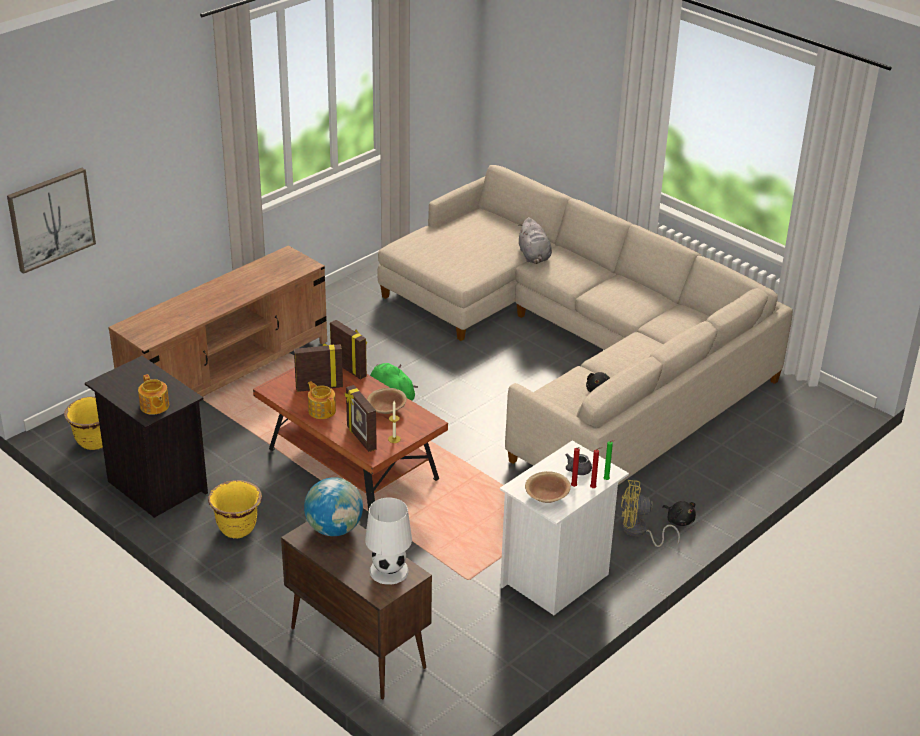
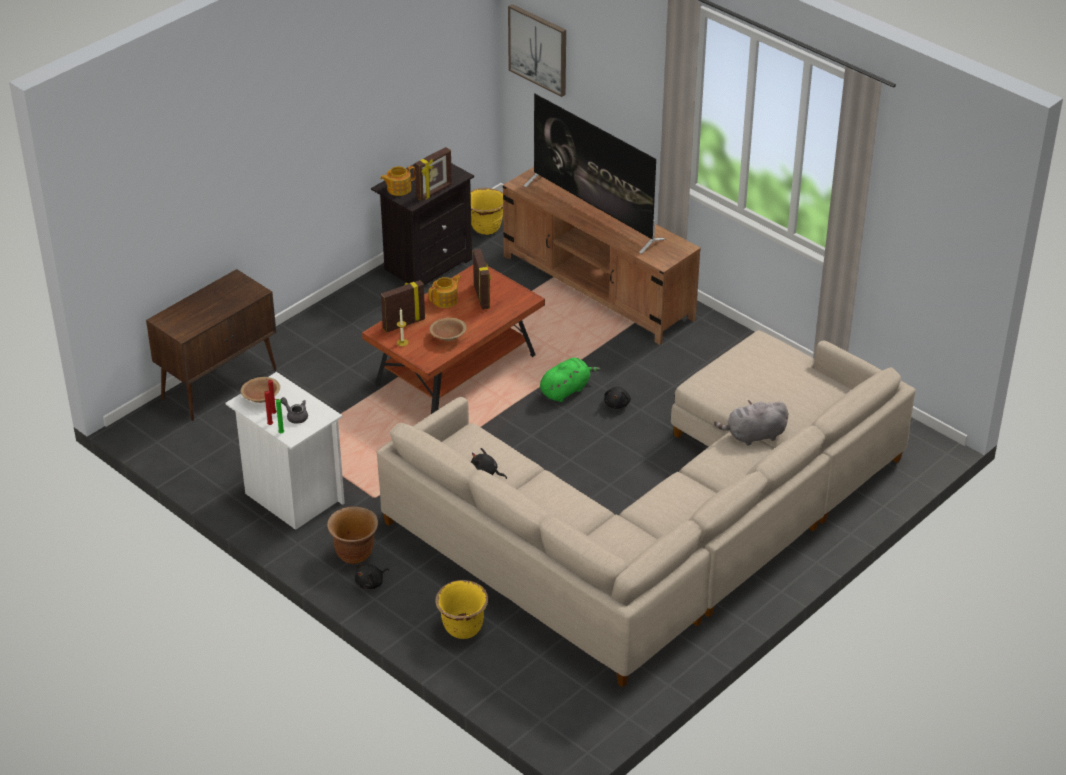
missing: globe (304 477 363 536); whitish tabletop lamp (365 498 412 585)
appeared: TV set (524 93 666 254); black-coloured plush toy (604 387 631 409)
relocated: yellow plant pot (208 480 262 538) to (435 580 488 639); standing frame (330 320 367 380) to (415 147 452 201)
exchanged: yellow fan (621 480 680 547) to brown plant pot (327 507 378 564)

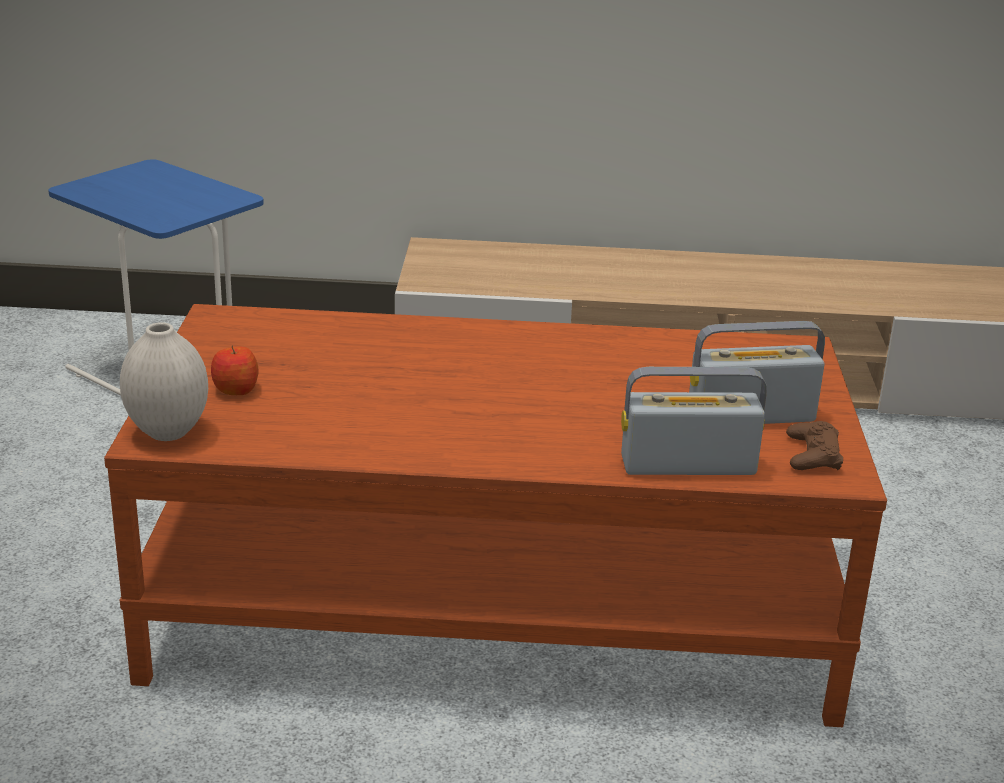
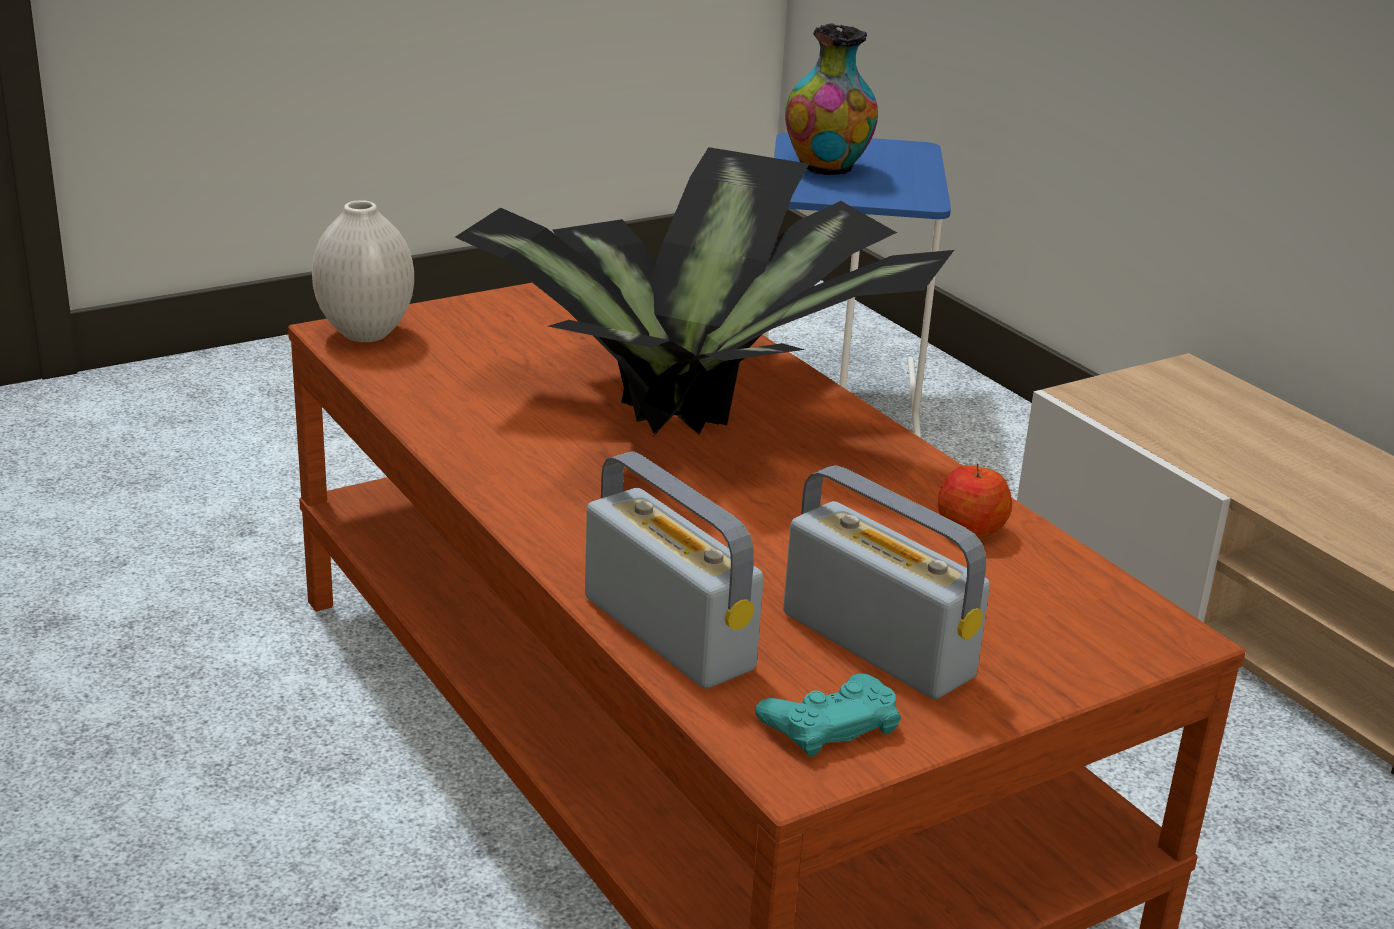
appeared: houseplant (455 147 954 435); flower vase (785 23 878 175)
relocated: apple (211 345 258 395) to (938 464 1012 539)
colour: brown gamepad (786 421 843 470) to turquoise gamepad (755 673 901 757)

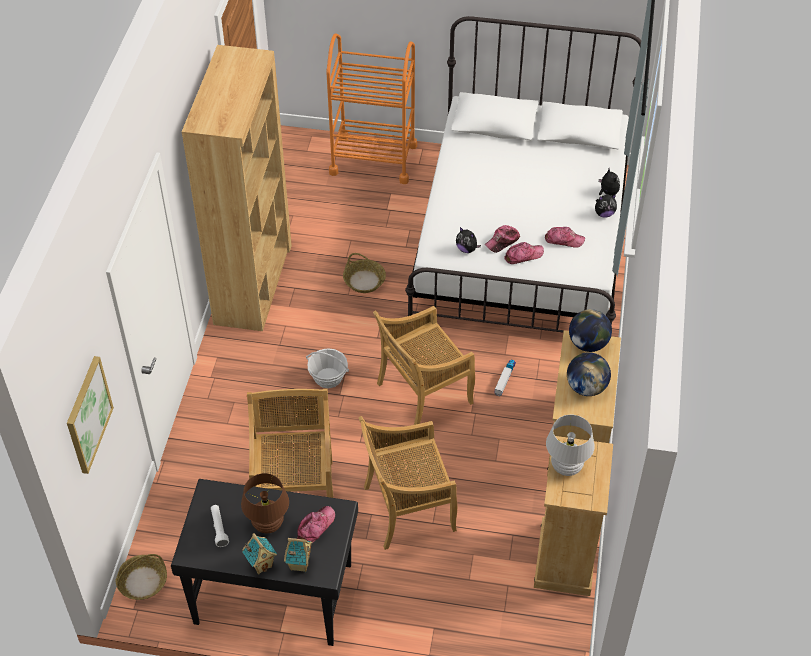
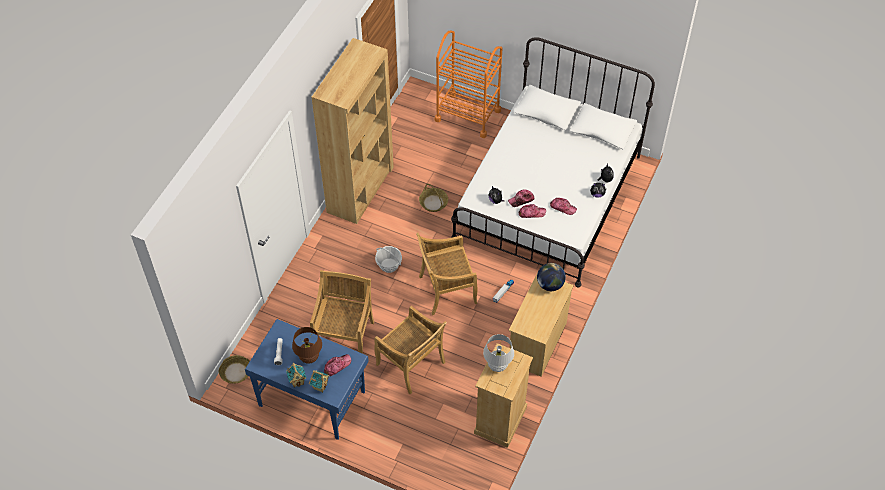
missing: wall picture (67 356 114 474); globe (567 352 611 396)
colour: black-coloured desk table (171 479 358 646) to blue desk table (245 319 369 440)
spun: beige upright chair (358 416 457 550) = (374 306 447 394) 135 degrees counterclockwise

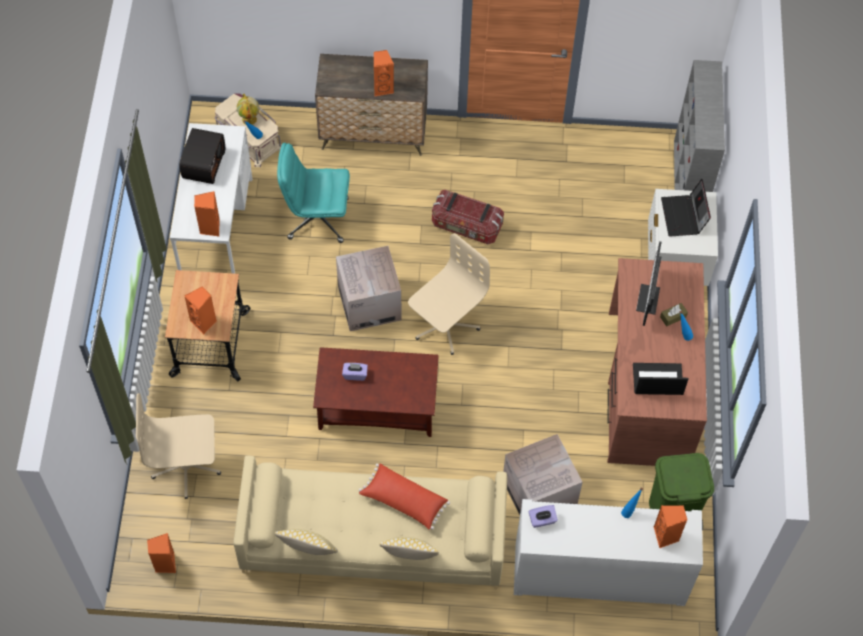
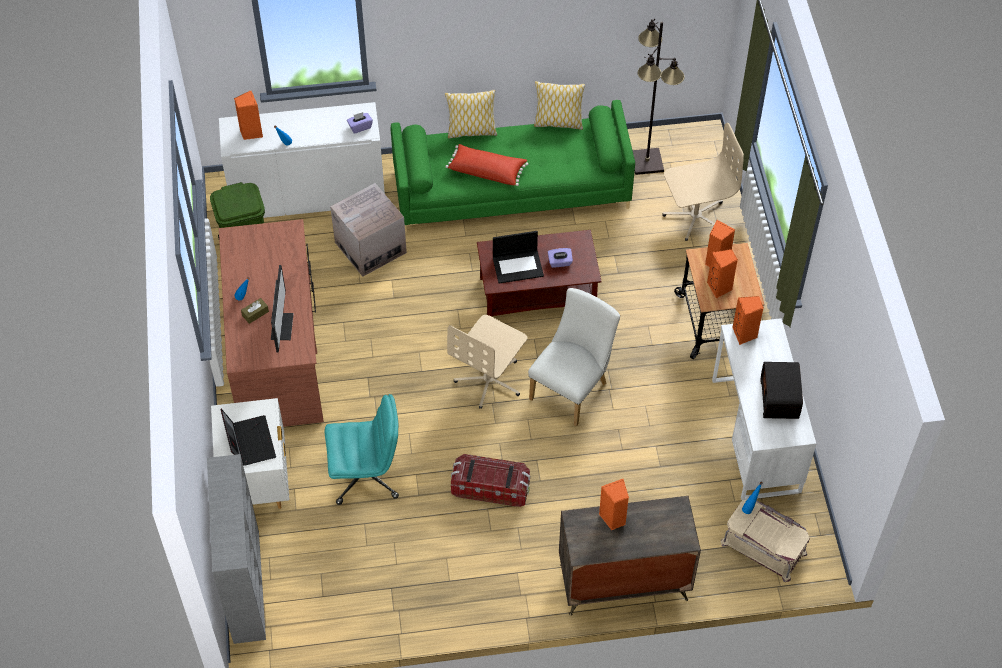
missing: globe (237 94 259 125)
appeared: black-coloured standing lamp (633 19 685 175)
relocated: orangey loudspeaker (147 533 176 573) to (707 249 738 298); turquoise desk chair (277 143 350 243) to (325 394 399 505); portable computer (633 363 688 395) to (493 231 544 284)
exchanged: carton (336 246 401 331) to whitish upright chair (528 288 620 426)
colour: beige couch (233 456 507 589) to green couch (391 100 635 233)

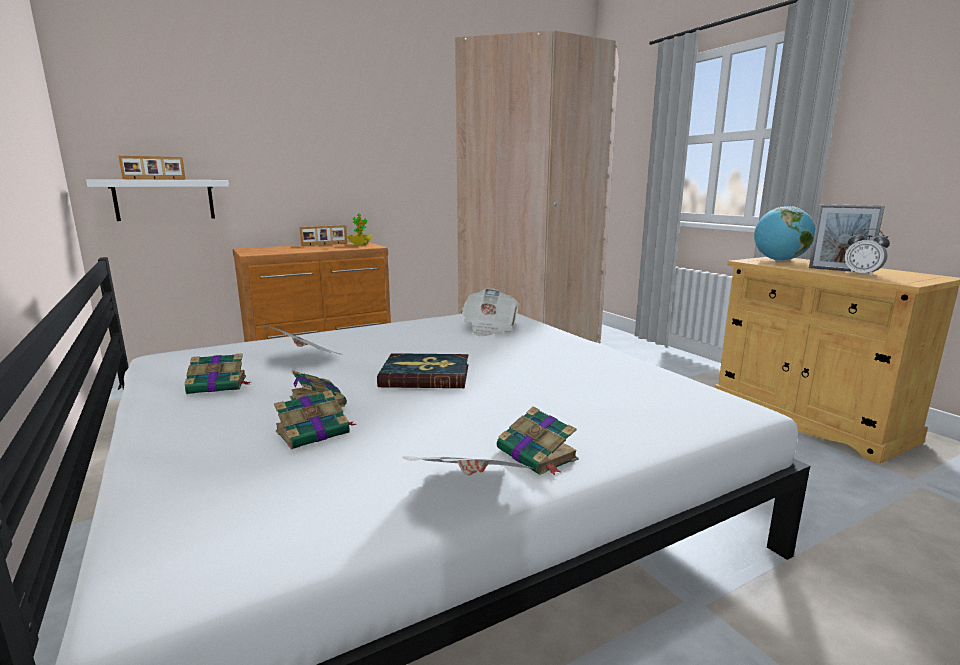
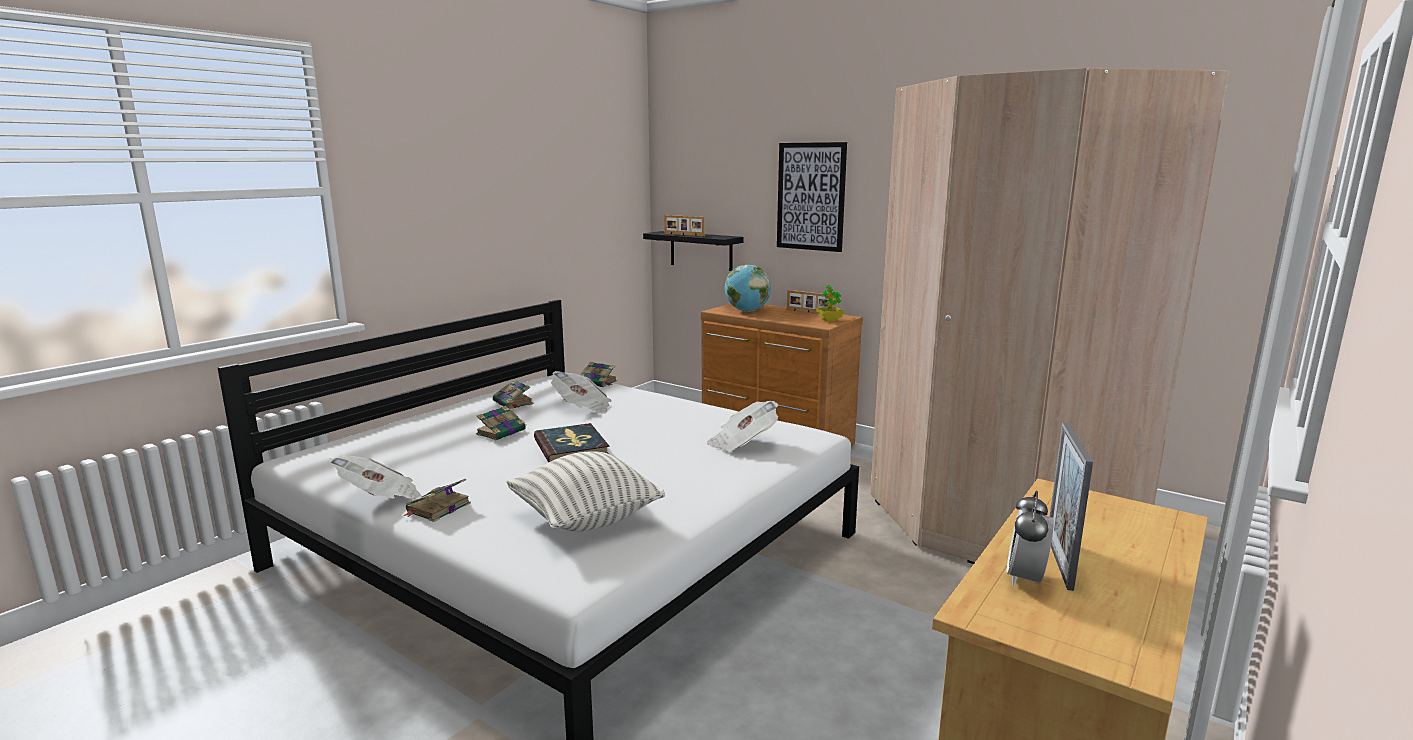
appeared: cushion (506 451 665 531); wall picture (777 142 847 252)
relocated: bound book (274 390 356 449) to (580 362 617 387); globe (754 206 815 261) to (725 265 771 312)
colour: whitish wall shelf (86 180 229 221) to black-coloured wall shelf (643 231 744 271)

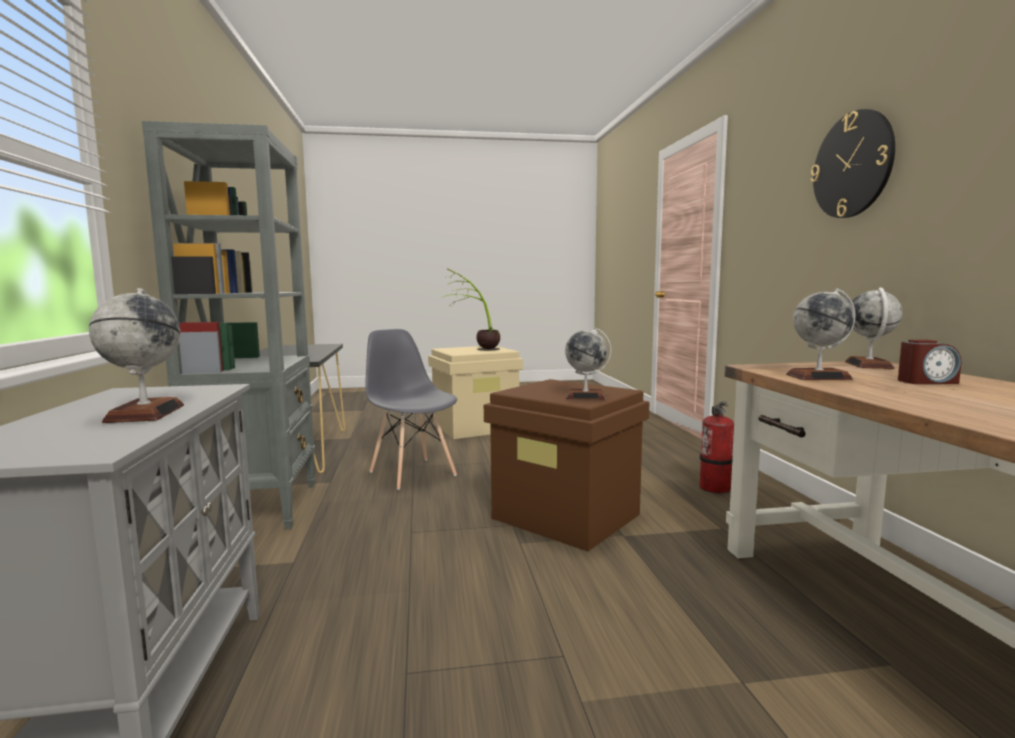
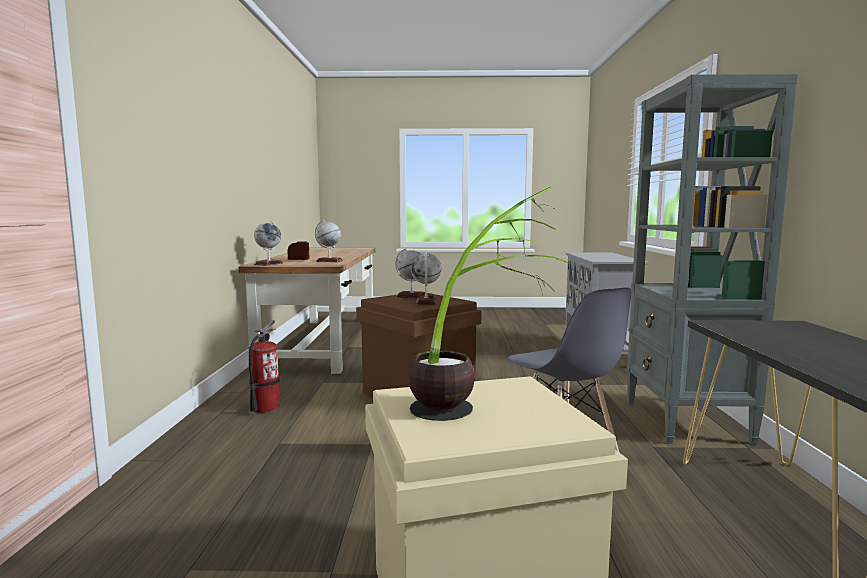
missing: clock on the wall (811 109 895 218)
relocated: globe (89 288 184 423) to (411 252 442 305)

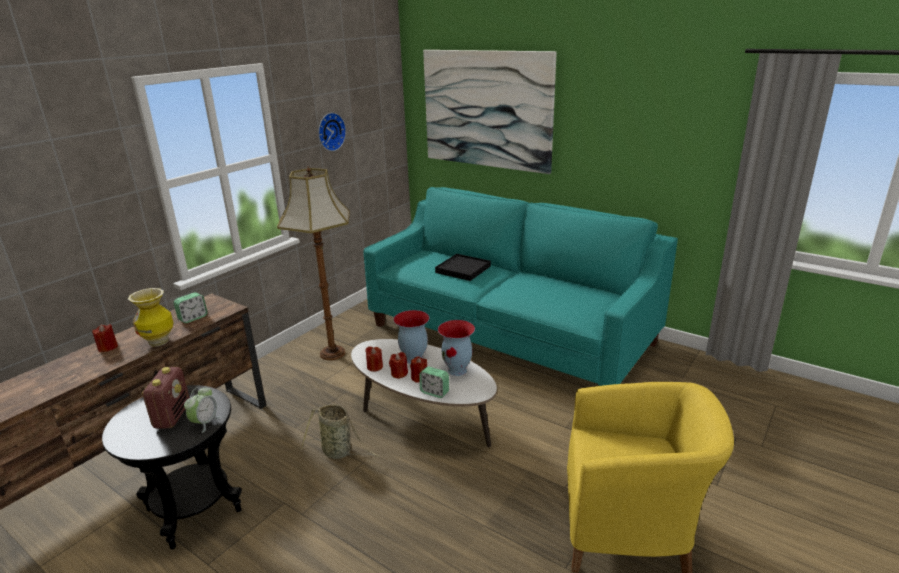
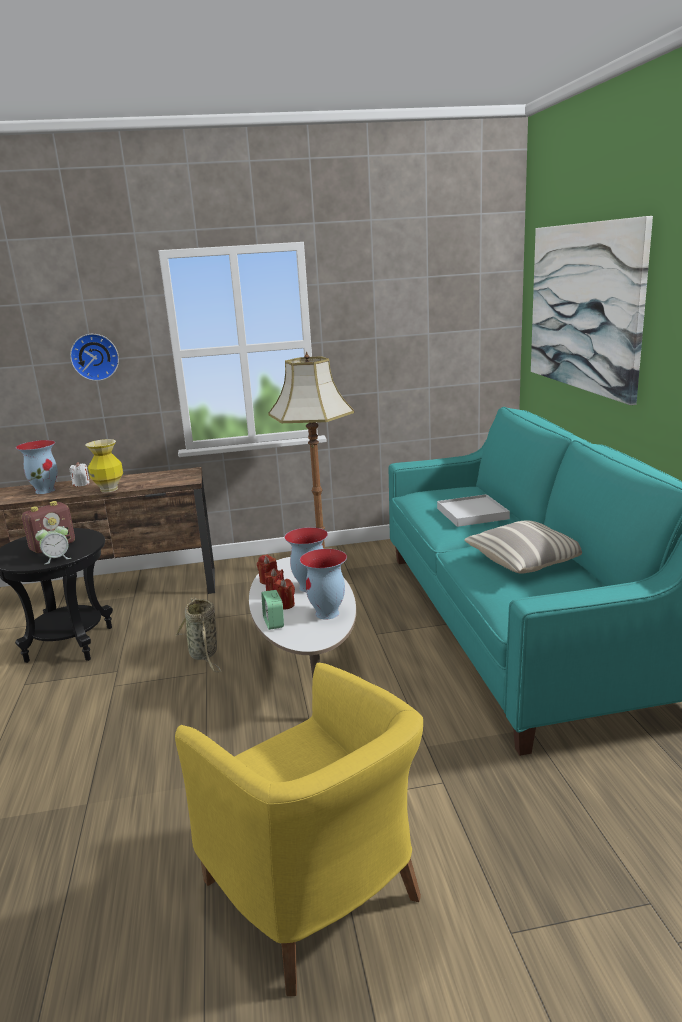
missing: bedside clock (174 292 207 323)
appeared: flower vase (16 440 58 494); cushion (464 520 582 574)
relocated: clock on the wall (318 112 346 151) to (70 334 119 381)
colour: red wax light (92 324 118 352) to whitish wax light (70 462 90 486); black-coloured serving tray (435 254 491 281) to whitish serving tray (437 494 510 527)

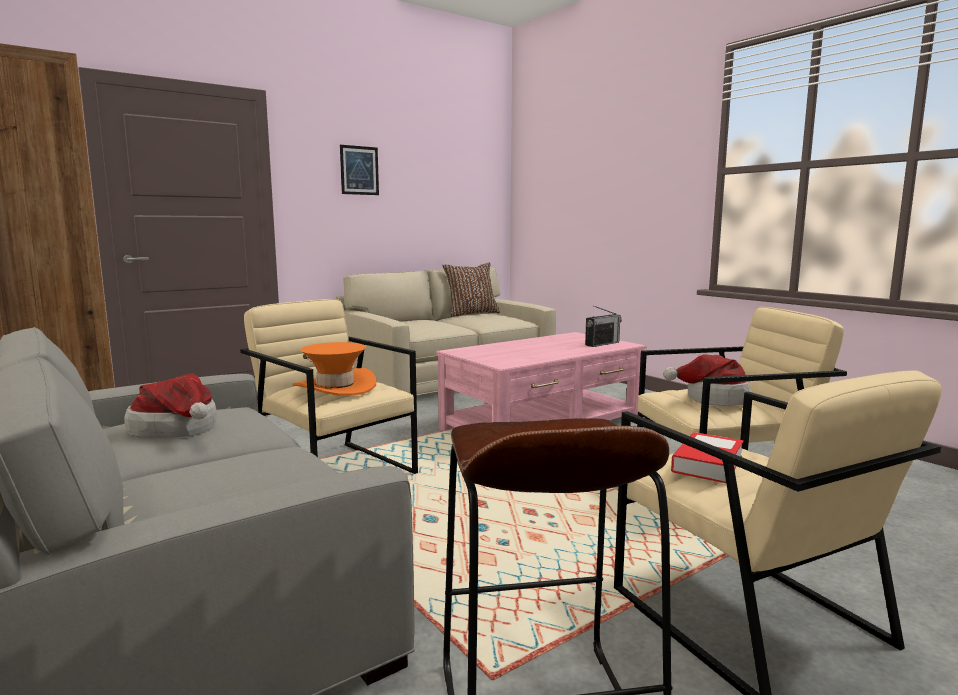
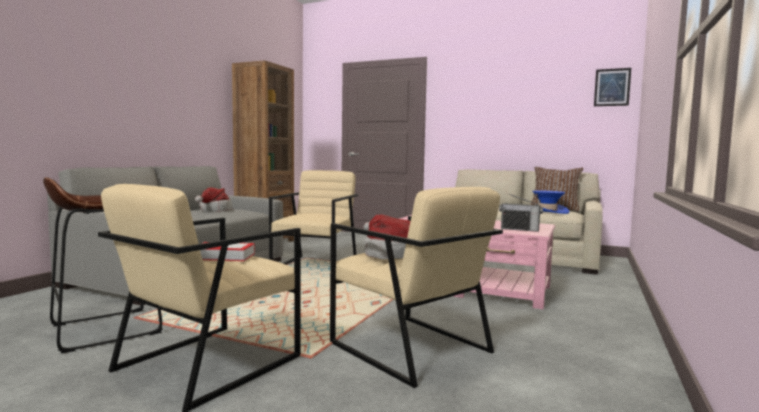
missing: orangey clothing hat (292 342 376 396)
appeared: blue clothing hat (532 191 569 214)
relocated: wall picture (340 145 379 195) to (594 68 631 106)

